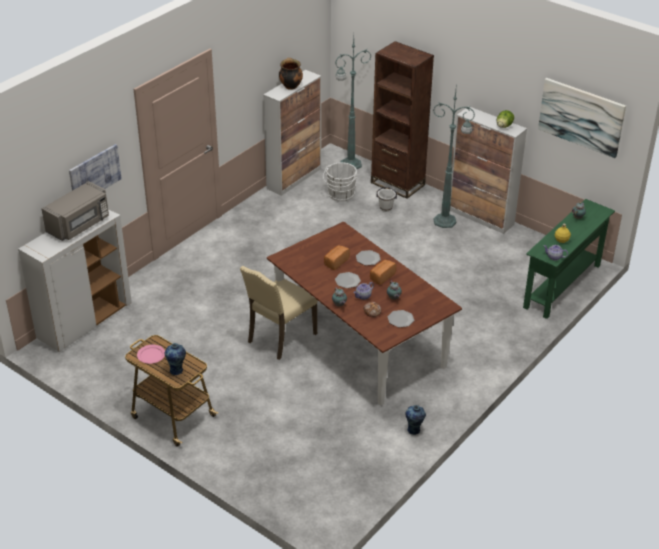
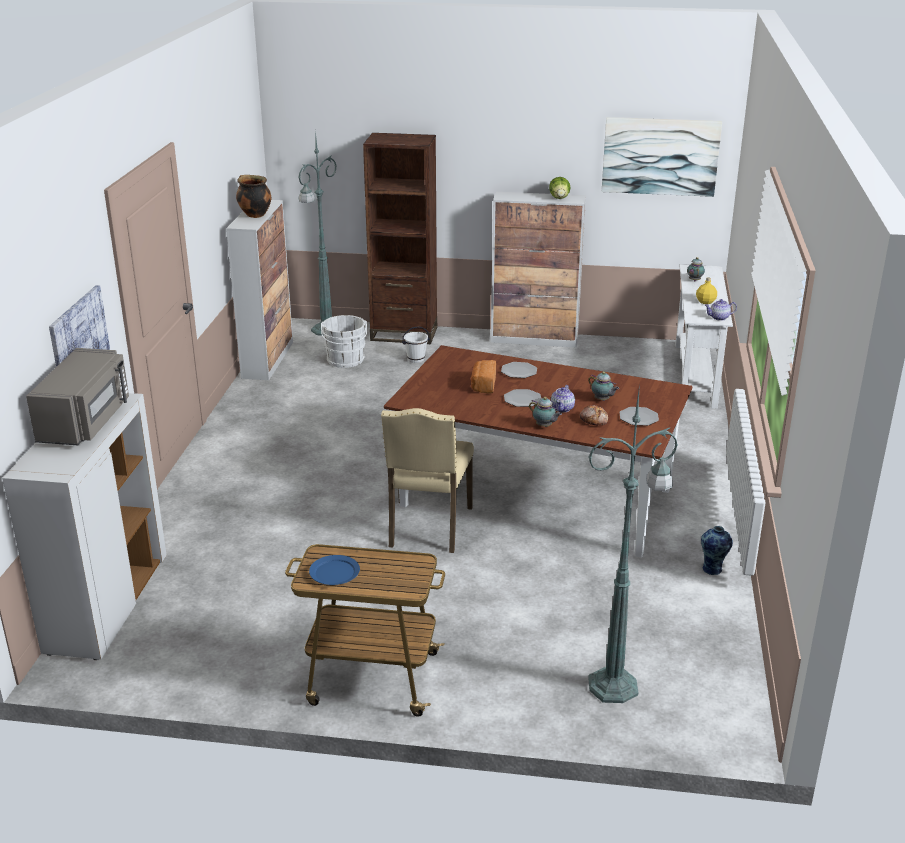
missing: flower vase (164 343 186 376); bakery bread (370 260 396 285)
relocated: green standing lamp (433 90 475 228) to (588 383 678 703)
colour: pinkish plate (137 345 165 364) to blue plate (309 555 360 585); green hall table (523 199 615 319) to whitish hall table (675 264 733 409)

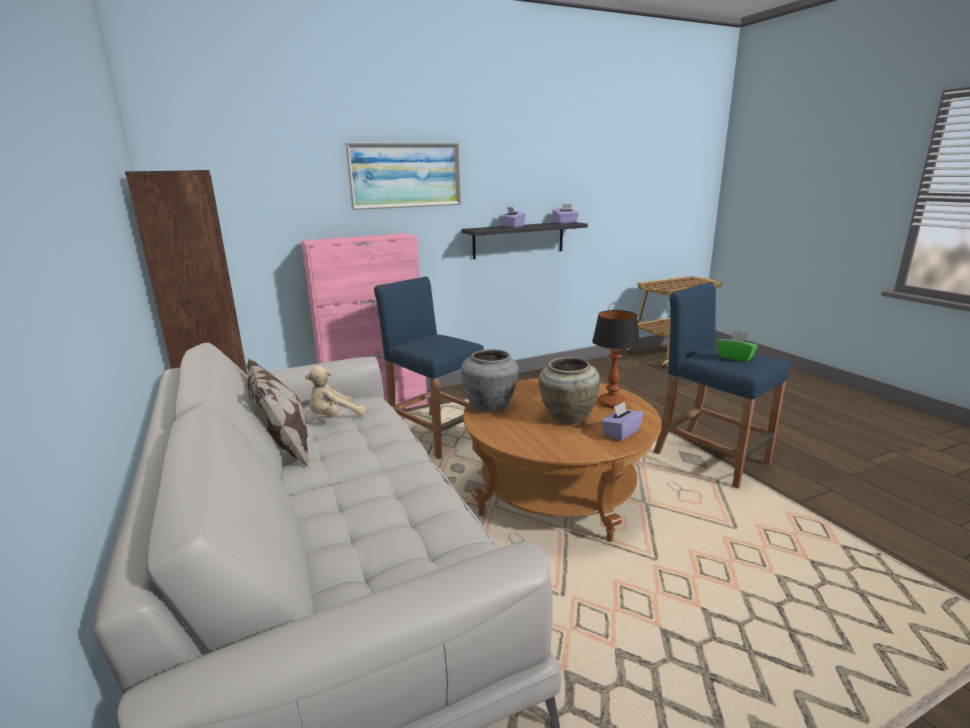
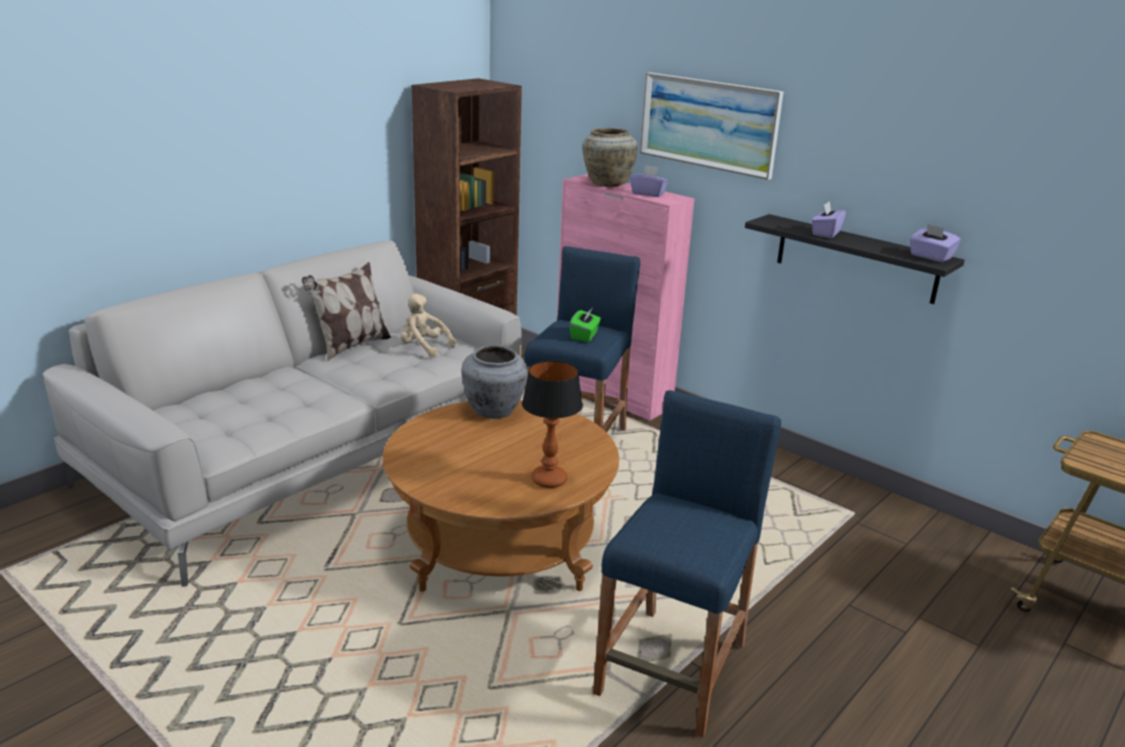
relocated: beige flower vase (539 357 600 424) to (582 128 638 187); purple box of tissues (601 402 644 441) to (630 165 669 197); green box of tissues (717 330 758 362) to (570 308 601 342)

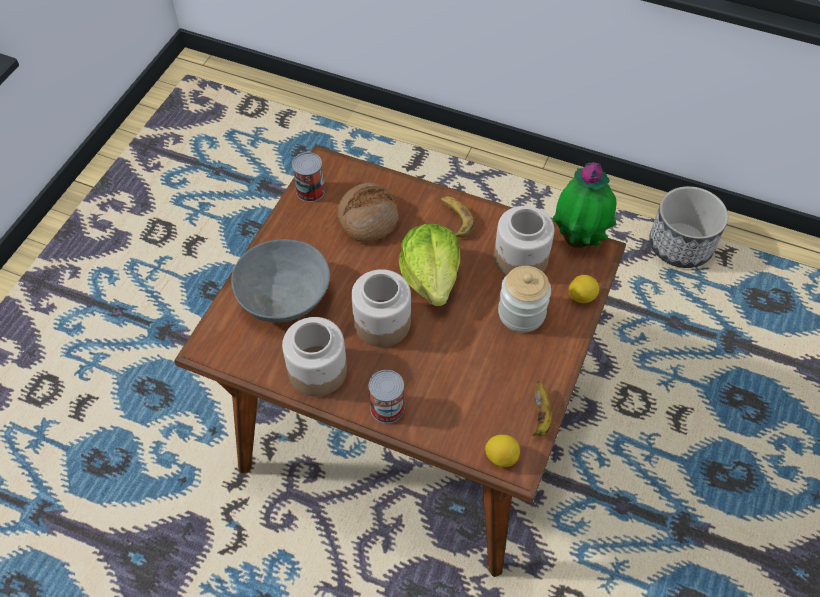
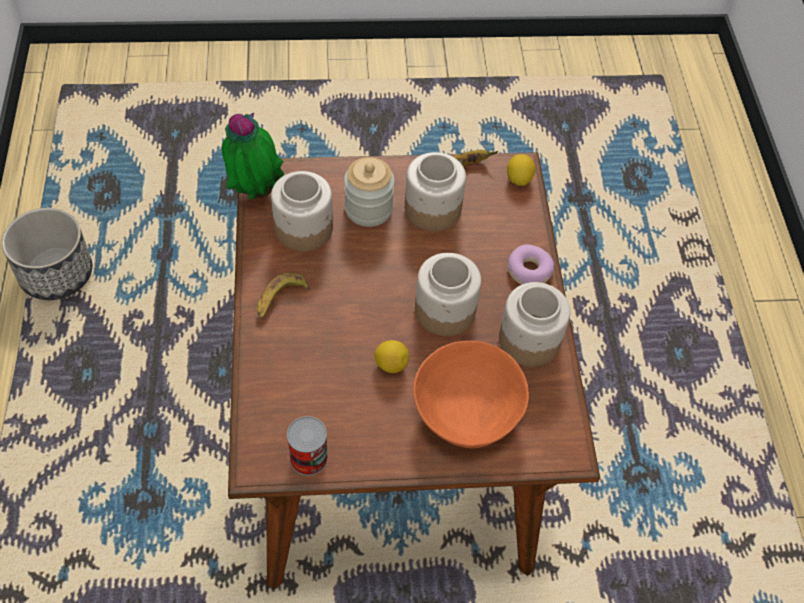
missing: bakery bread (337 182 399 243); lettuce (399 224 460 306)
appeared: storage jar (405 152 466 231)
relocated: citrus fruit (569 275 599 303) to (374 340 409 373)
exchanged: can (369 370 404 423) to ring doughnut (508 244 554 284)
colour: grey serving bowl (231 239 330 323) to orangey serving bowl (413 341 529 448)

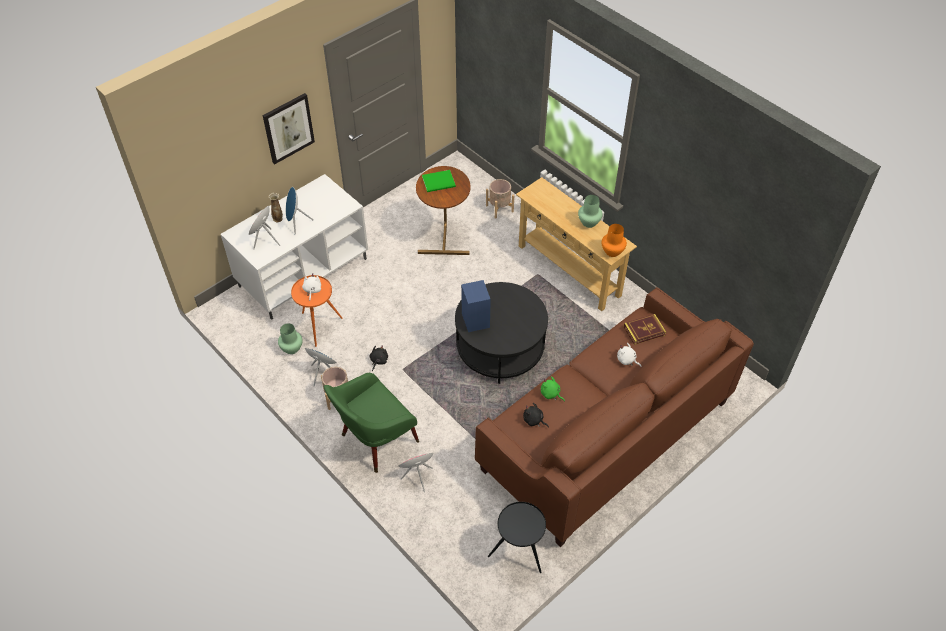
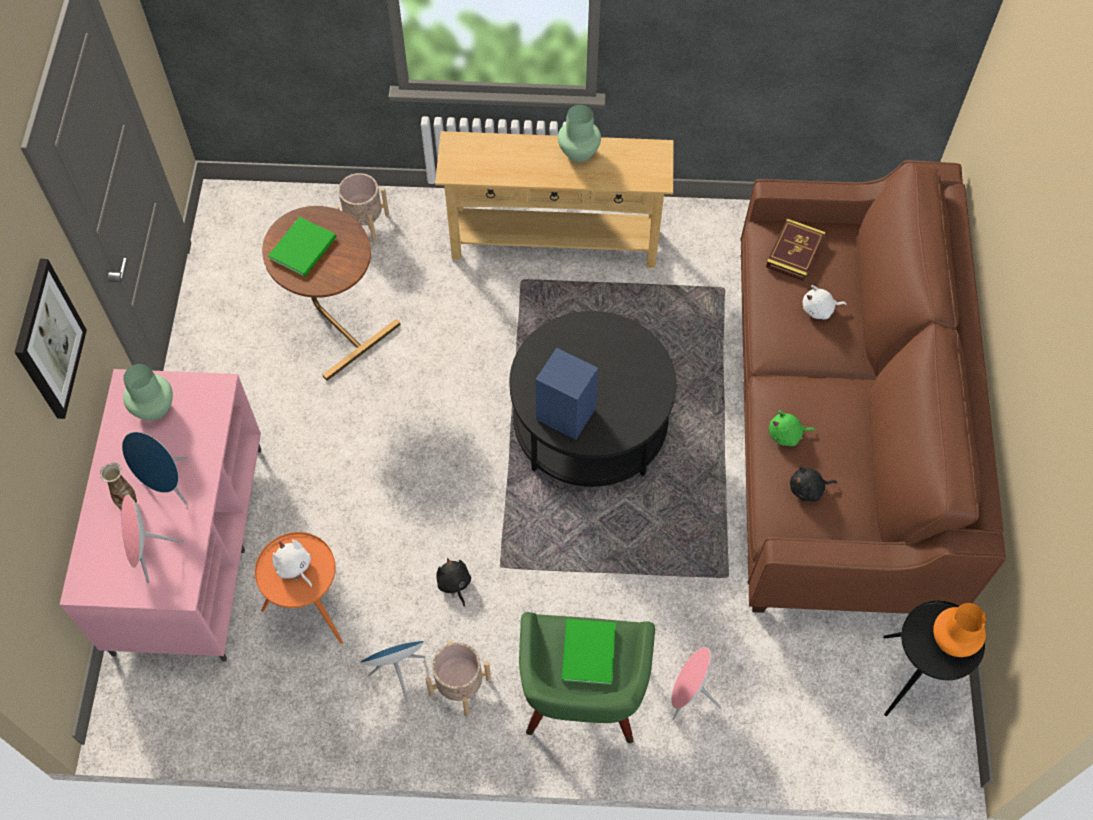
appeared: green bound book (562 619 616 685)
relocated: green flower vase (278 323 303 354) to (123 364 173 420); orangey flower vase (602 224 627 257) to (933 603 986 657)
colour: whitish media console (221 174 368 320) to pinkish media console (60 369 261 662)

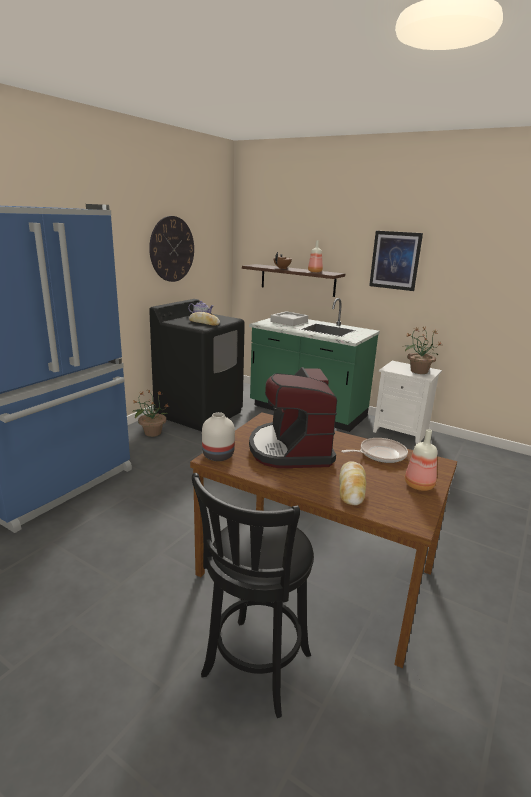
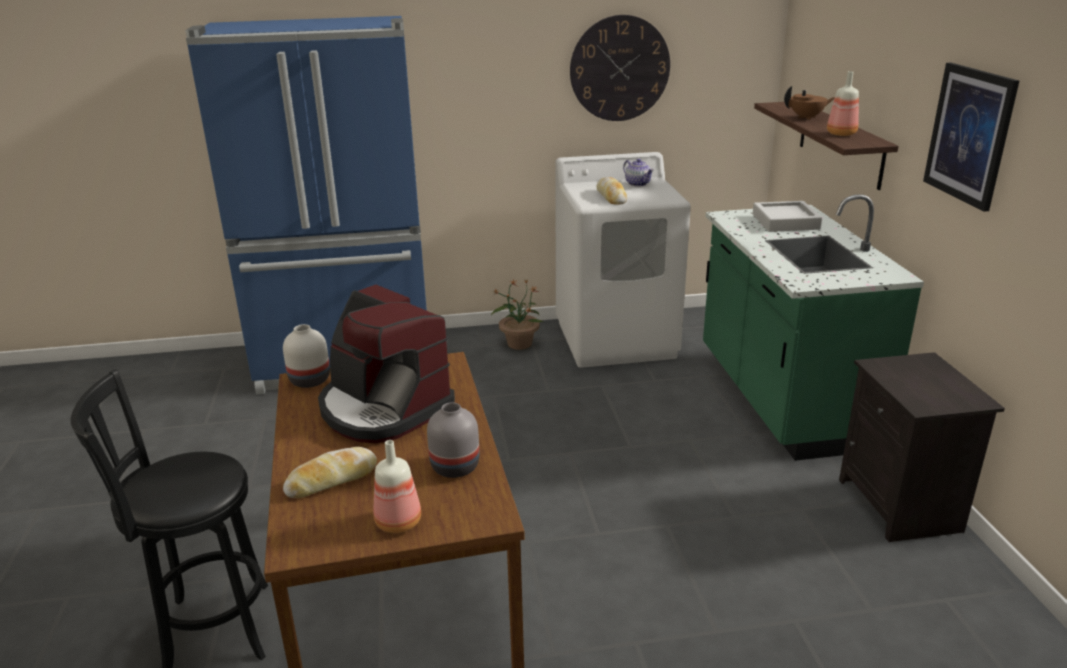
missing: houseplant (405 327 443 374)
exchanged: skillet (341 438 408 463) to grey flower vase (427 402 479 478)
colour: black-coloured laundry appliance (149 299 245 431) to whitish laundry appliance (555 152 691 368); whitish bedside table (373 361 442 444) to black-coloured bedside table (839 352 1005 542)
spun: coffee maker (249 367 337 468) = (318 285 455 443) 90 degrees counterclockwise

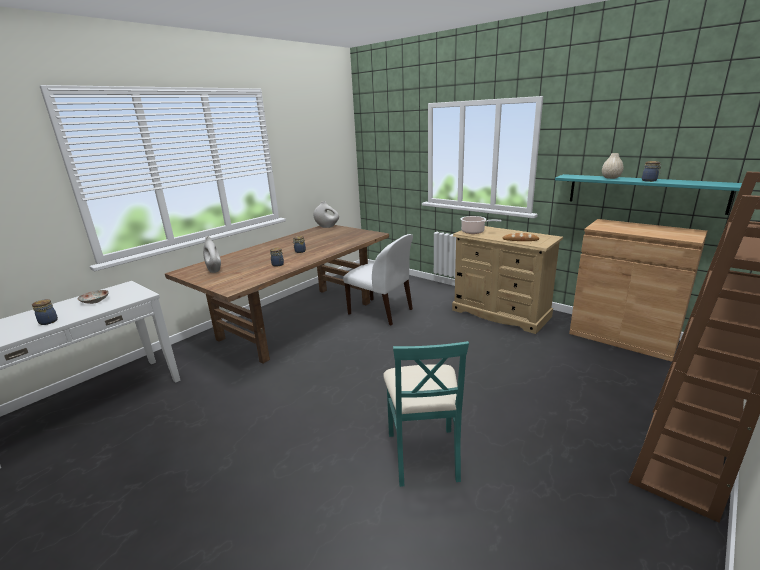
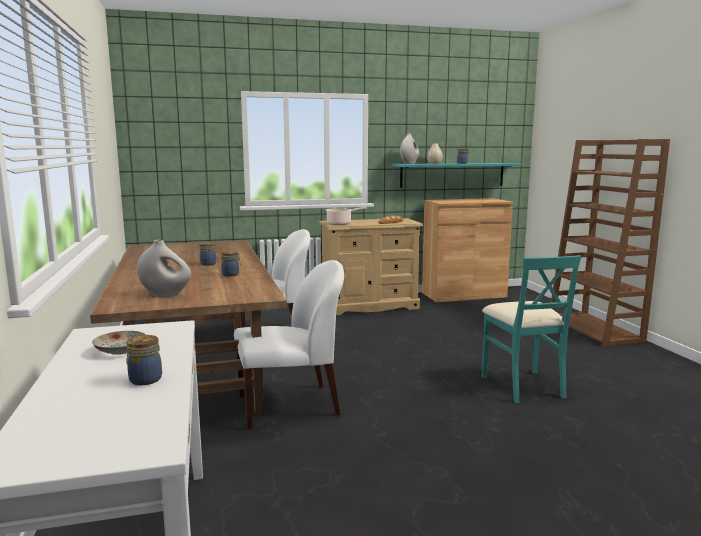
appeared: whitish upright chair (234 260 344 429)
relocated: whitish flower vase (314 201 339 228) to (400 133 419 164)
spun: turquoise upright chair (383 341 469 487) = (481 255 581 403) 45 degrees clockwise

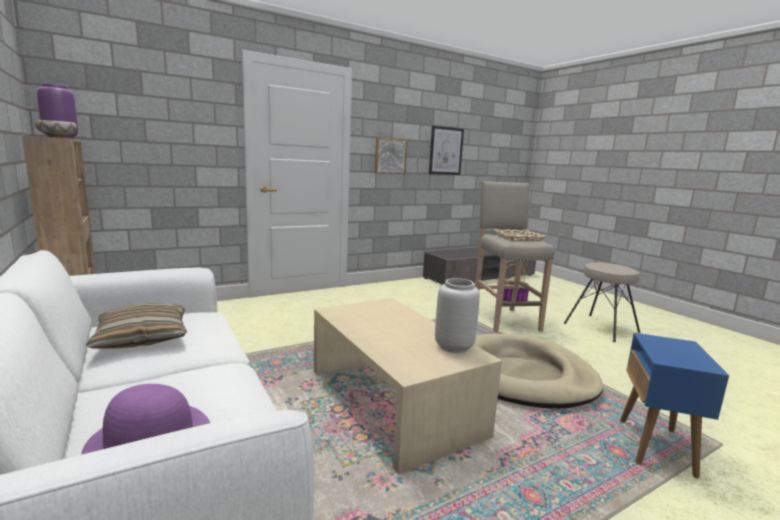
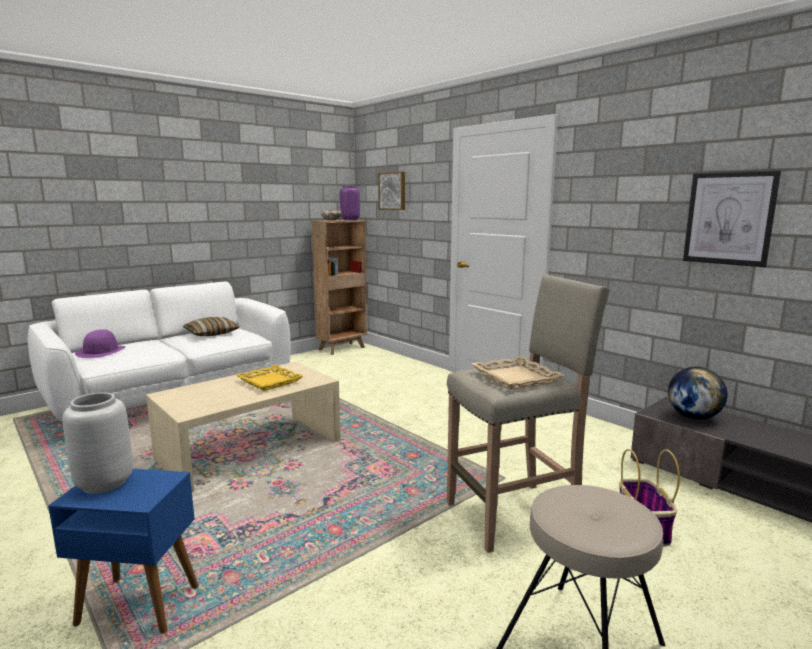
missing: beige dog bed (474 334 603 408)
appeared: yellow serving tray (236 365 303 391); globe (668 367 728 419)
relocated: wall picture (375 137 407 174) to (378 172 405 210); grey flower vase (435 278 480 353) to (63 392 133 494)

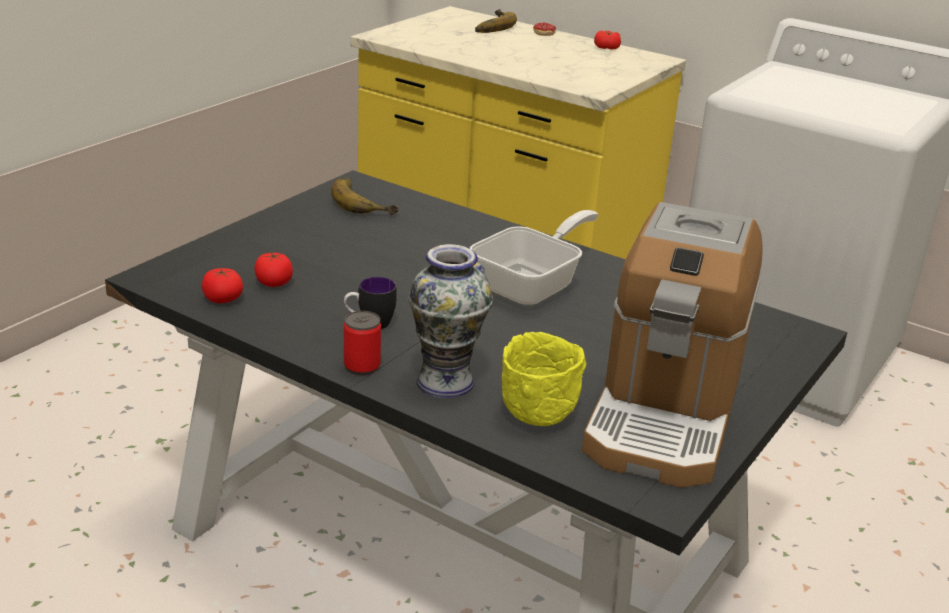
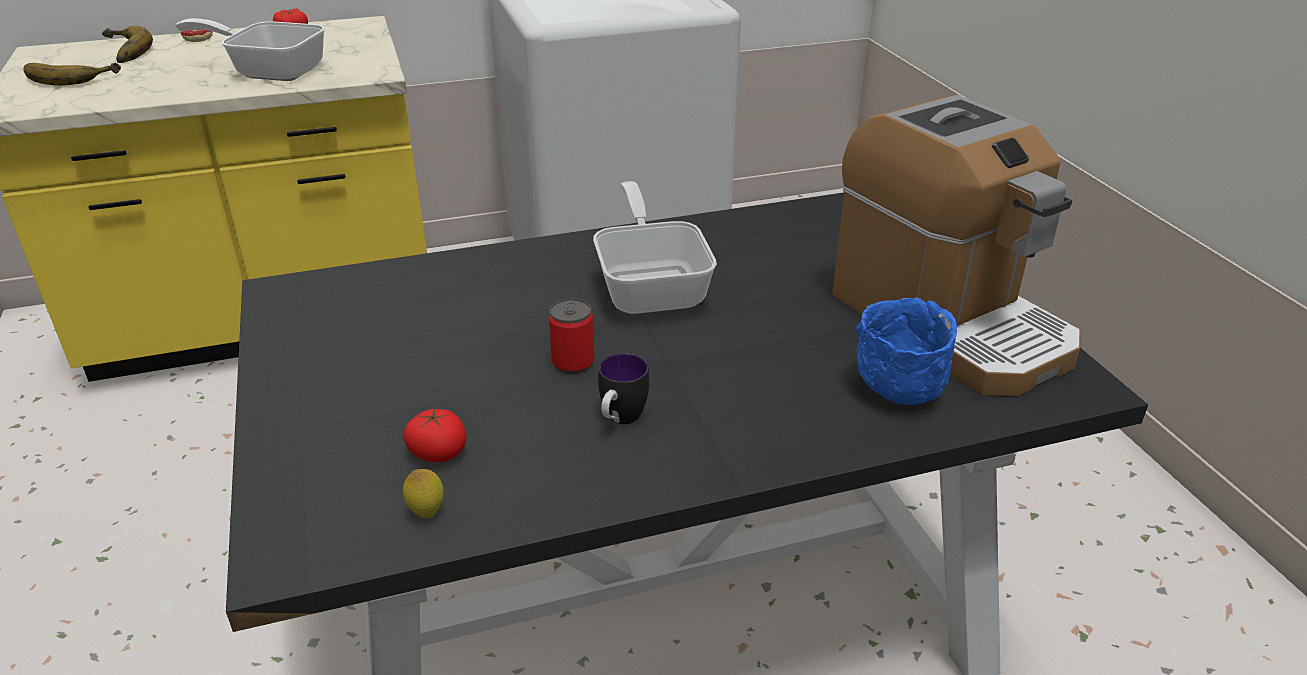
missing: flower vase (408 244 493 398)
appeared: skillet (176 18 325 81)
relocated: whole banana (331 178 399 215) to (23 63 121 86); can (344 311 381 375) to (549 299 595 374)
exchanged: fresh tomato (202 268 243 303) to citrus fruit (403 469 444 518)
colour: yellow serving bowl (502 332 587 426) to blue serving bowl (856 298 957 405)

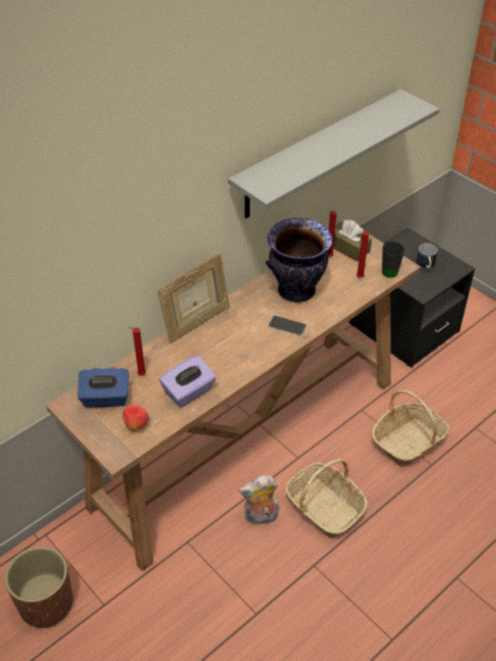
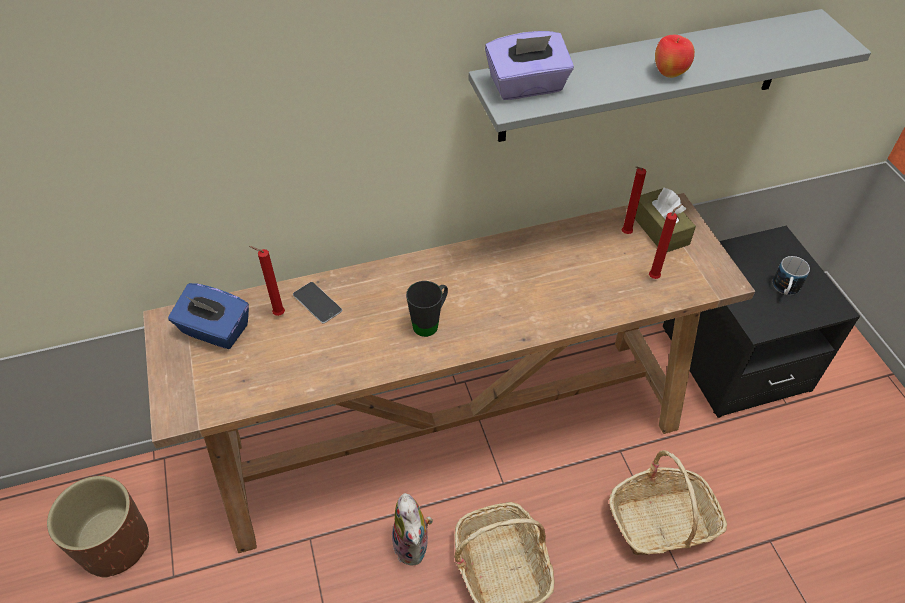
missing: standing frame (157 252 230 343); flower vase (266 218 332 302)
relocated: apple (123 404 148 431) to (655 35 695 78); purple box of tissues (159 356 216 407) to (485 31 574 100); handset (268 316 307 336) to (293 282 343 323); black-coloured coffee mug (382 242 405 278) to (406 281 448 337)
spun: plush toy (239 475 279 525) = (392 493 433 566) 120 degrees counterclockwise

